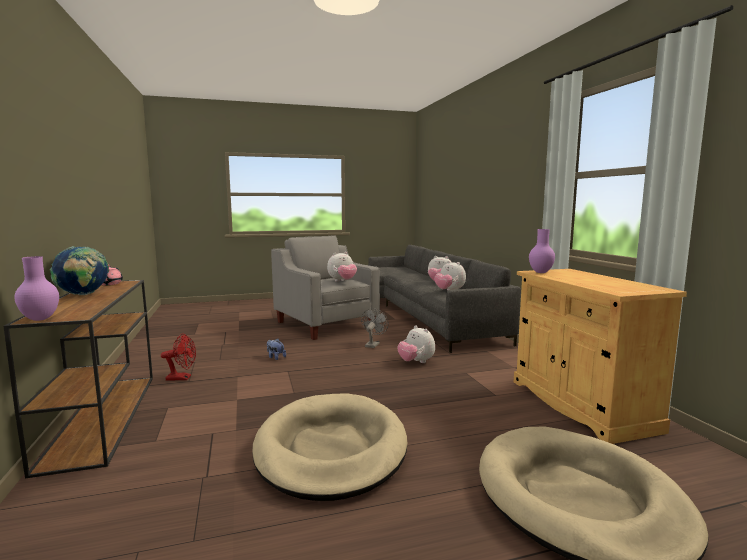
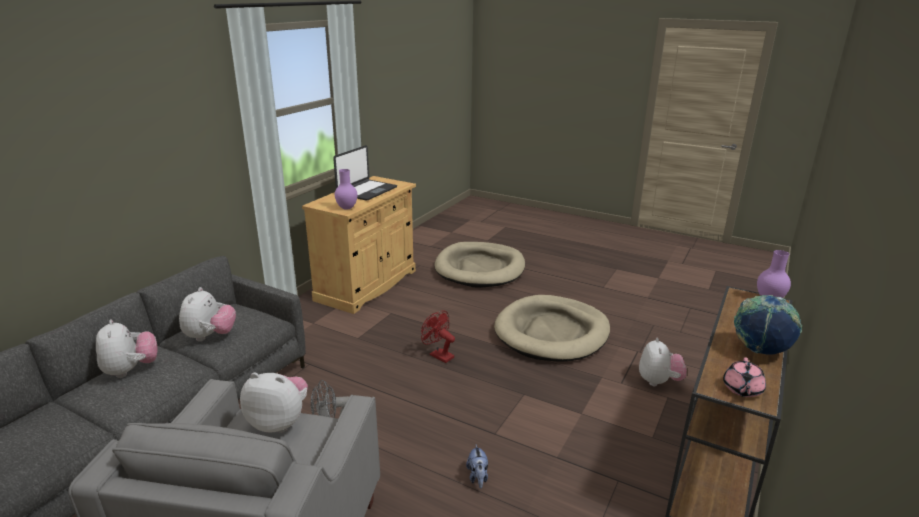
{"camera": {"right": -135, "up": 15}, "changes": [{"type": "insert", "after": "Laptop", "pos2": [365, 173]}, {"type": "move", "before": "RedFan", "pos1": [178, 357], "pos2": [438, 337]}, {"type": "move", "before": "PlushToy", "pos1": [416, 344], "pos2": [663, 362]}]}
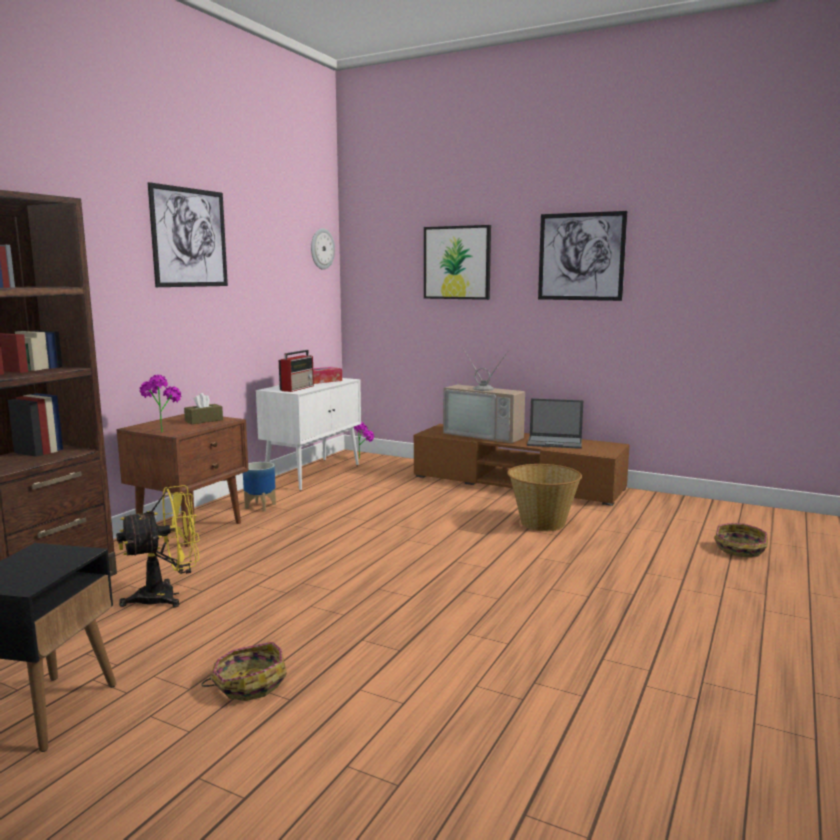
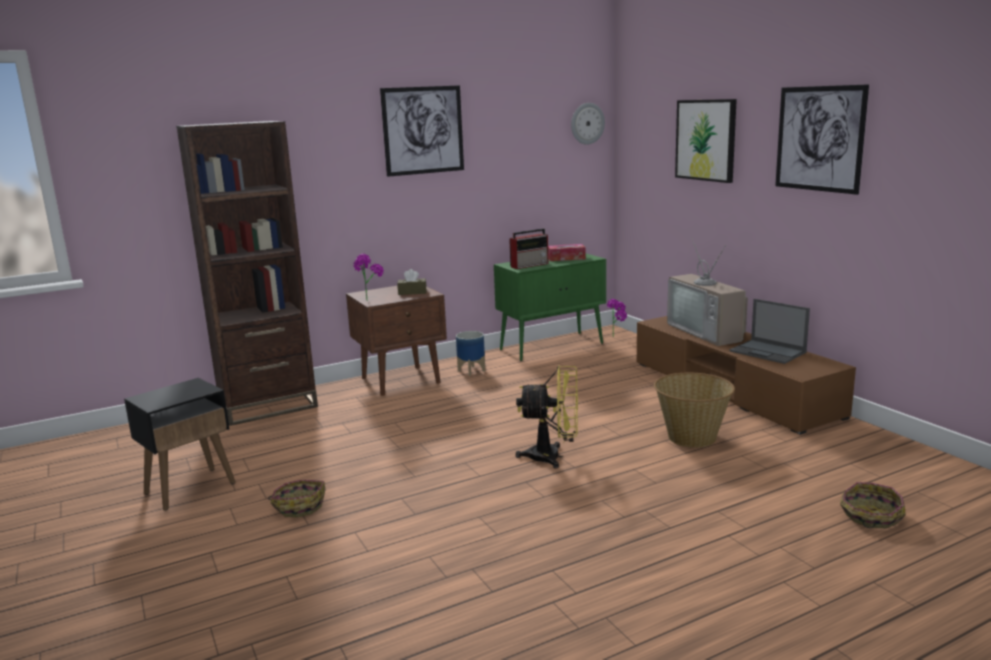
{"camera": {"right": 35, "up": 5}, "changes": [{"type": "move", "before": "YellowFan", "pos1": [158, 546], "pos2": [547, 417]}, {"type": "recolor", "before": "WhiteCabinet", "after": "GreenCabinet", "pos1": [308, 434], "pos2": [550, 307]}]}
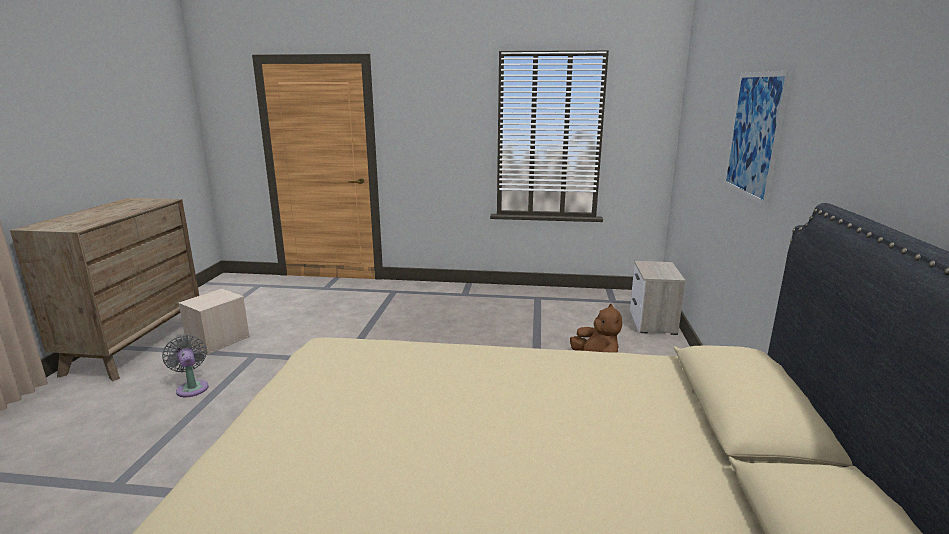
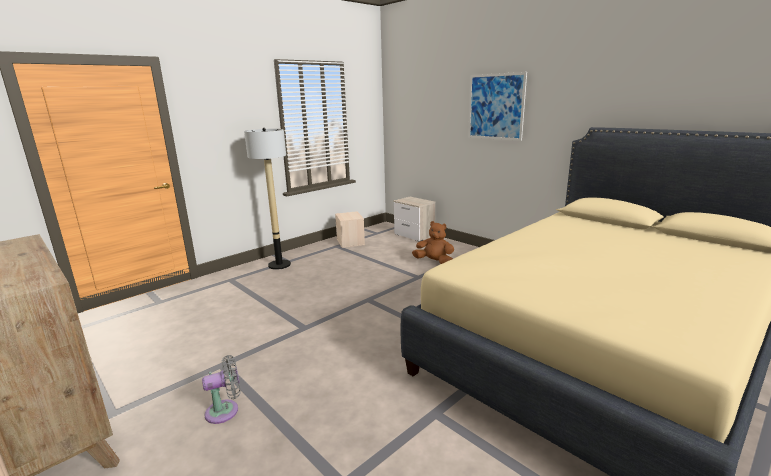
{"camera": {"right": -50, "up": 0}, "changes": [{"type": "insert", "after": "FloorLamp", "pos2": [267, 199]}, {"type": "move", "before": "BeigeStorageBox", "pos1": [214, 321], "pos2": [350, 229]}, {"type": "rotate", "before": "GreyFan", "pos1": [185, 366], "pos2": [221, 389], "turn": 150}]}
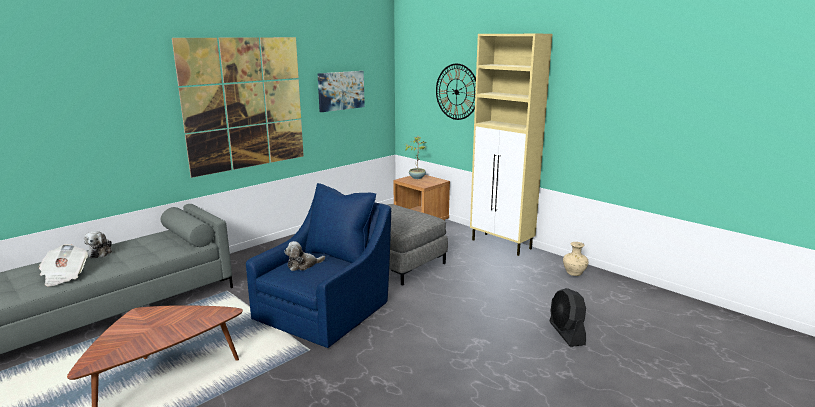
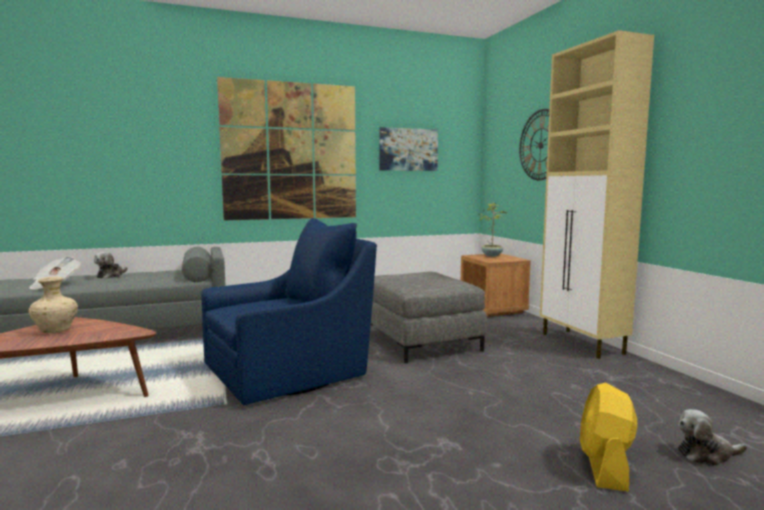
{"camera": {"right": 25, "up": -10}, "changes": [{"type": "move", "before": "PlushToy", "pos1": [304, 256], "pos2": [712, 437]}, {"type": "move", "before": "BeigeVase", "pos1": [576, 259], "pos2": [53, 305]}, {"type": "recolor", "before": "BlackFan", "after": "YellowFan", "pos1": [567, 317], "pos2": [608, 437]}]}
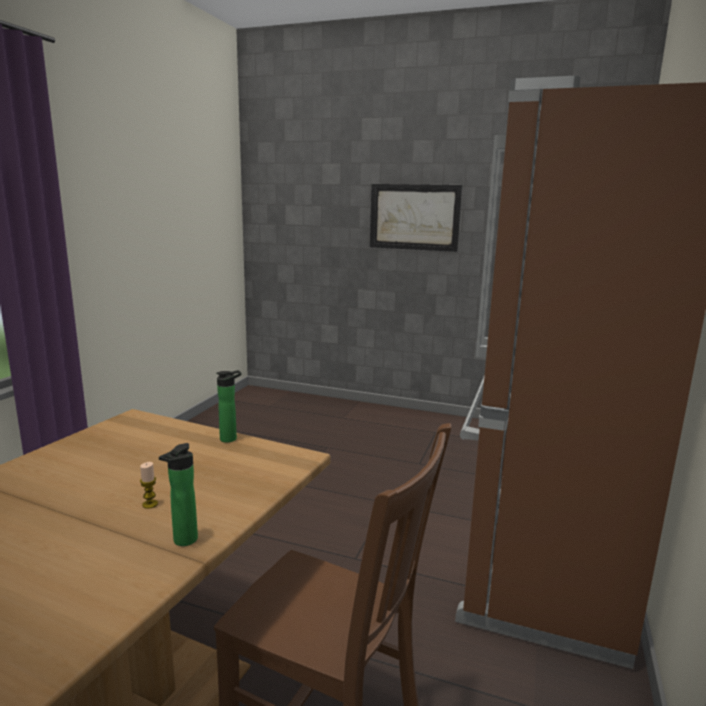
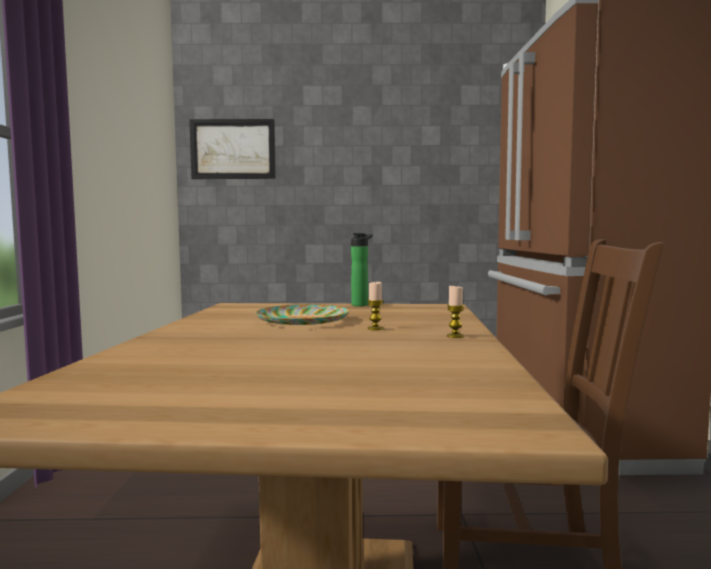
{"camera": {"right": -20, "up": -10}, "changes": [{"type": "insert", "after": "Plate", "pos2": [302, 315]}, {"type": "move", "before": "Picture", "pos1": [416, 218], "pos2": [232, 149]}, {"type": "replace", "before": "Bottle", "after": "Candle", "pos1": [178, 494], "pos2": [455, 312]}]}
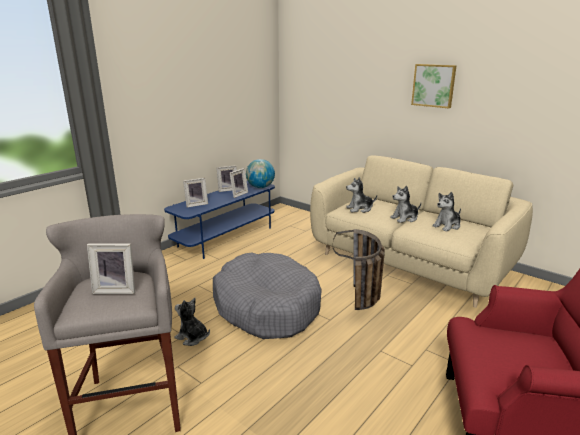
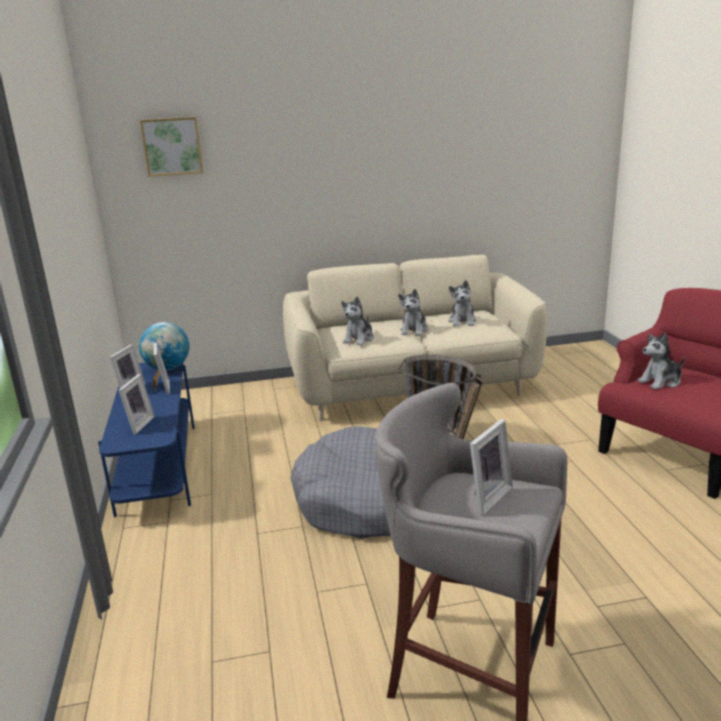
{"camera": {"right": -50, "up": 0}, "changes": [{"type": "move", "before": "PlushToy", "pos1": [192, 322], "pos2": [661, 361]}, {"type": "move", "before": "Picture", "pos1": [434, 86], "pos2": [171, 147]}]}
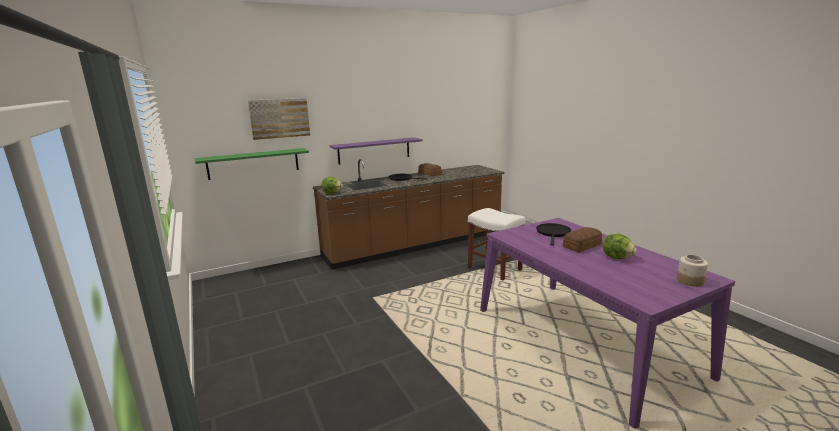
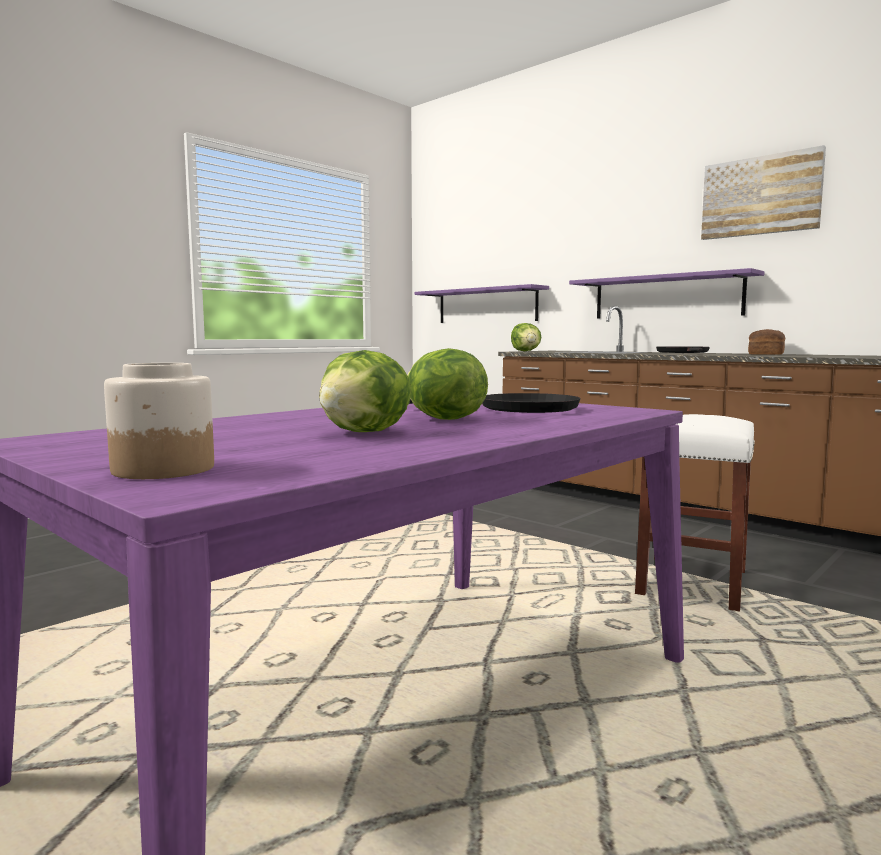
{"camera": {"right": 70, "up": -10}, "changes": [{"type": "move", "before": "Picture", "pos1": [279, 119], "pos2": [763, 192]}, {"type": "replace", "before": "Bread", "after": "Lettuce", "pos1": [582, 239], "pos2": [447, 384]}, {"type": "recolor", "before": "GreenShelf", "after": "PurpleShelf", "pos1": [252, 164], "pos2": [482, 303]}]}
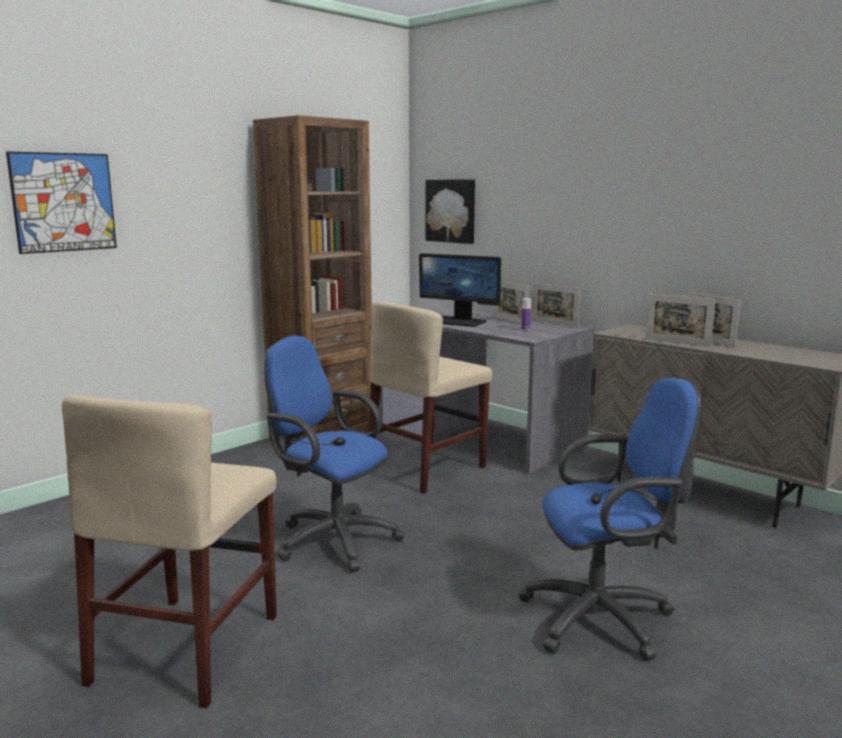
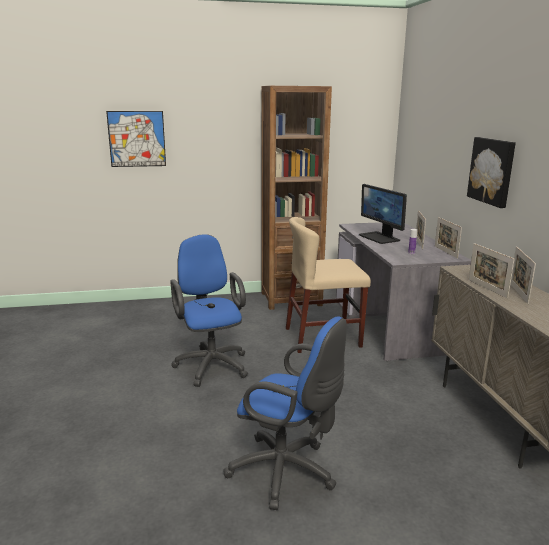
{"camera": {"right": 35, "up": 5}, "changes": [{"type": "delete", "before": "BeigeChair", "pos1": [169, 551]}, {"type": "move", "before": "Picture", "pos1": [450, 212], "pos2": [491, 172]}]}
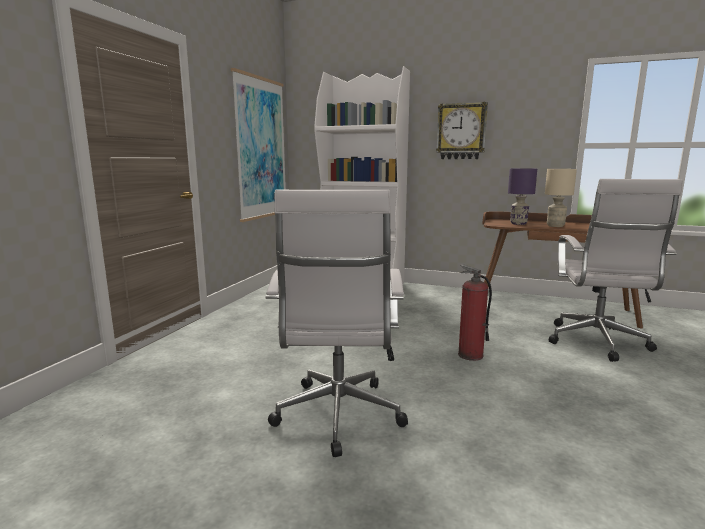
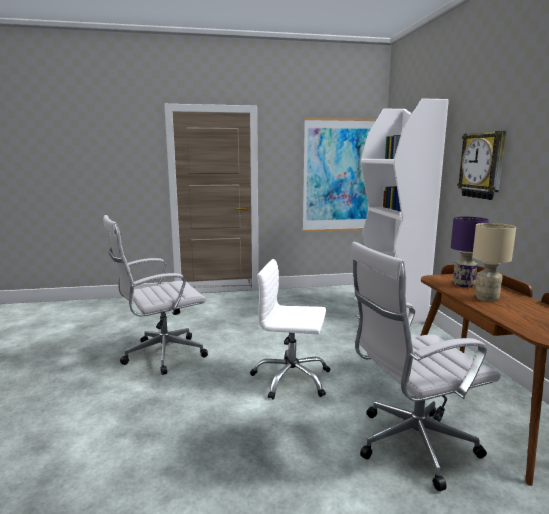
{"camera": {"right": 60, "up": 0}, "changes": [{"type": "replace", "before": "FireExtinguisher", "after": "WhiteOfficeChair", "pos1": [475, 312], "pos2": [290, 329]}]}
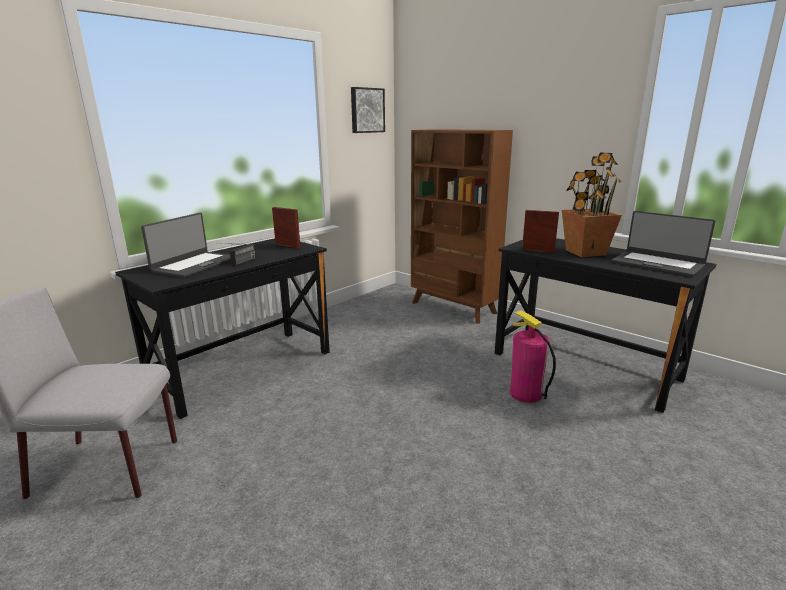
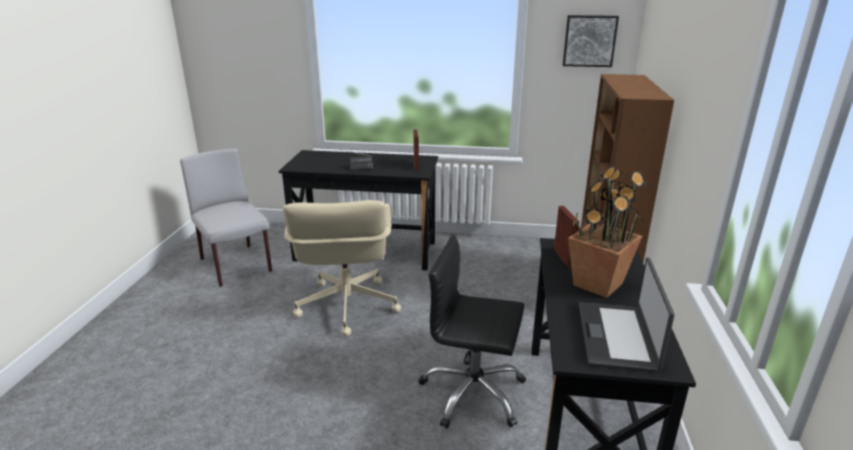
{"camera": {"right": 55, "up": 5}, "changes": [{"type": "delete", "before": "Laptop", "pos1": [186, 245]}, {"type": "insert", "after": "BeigeOfficeChair", "pos2": [342, 268]}, {"type": "replace", "before": "FireExtinguisher", "after": "BlackOfficeChair", "pos1": [533, 356], "pos2": [472, 332]}]}
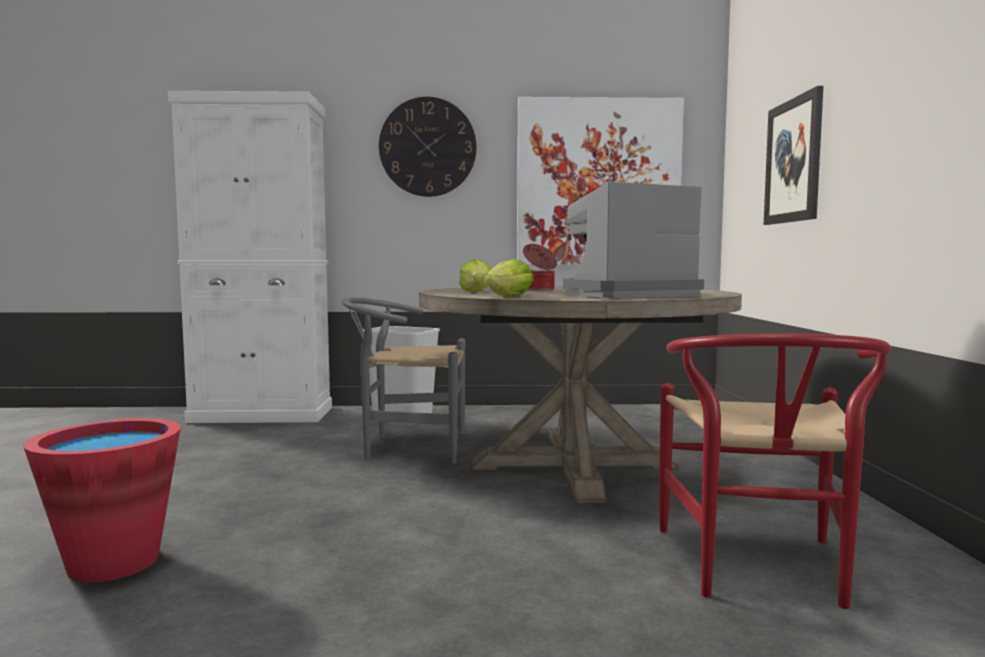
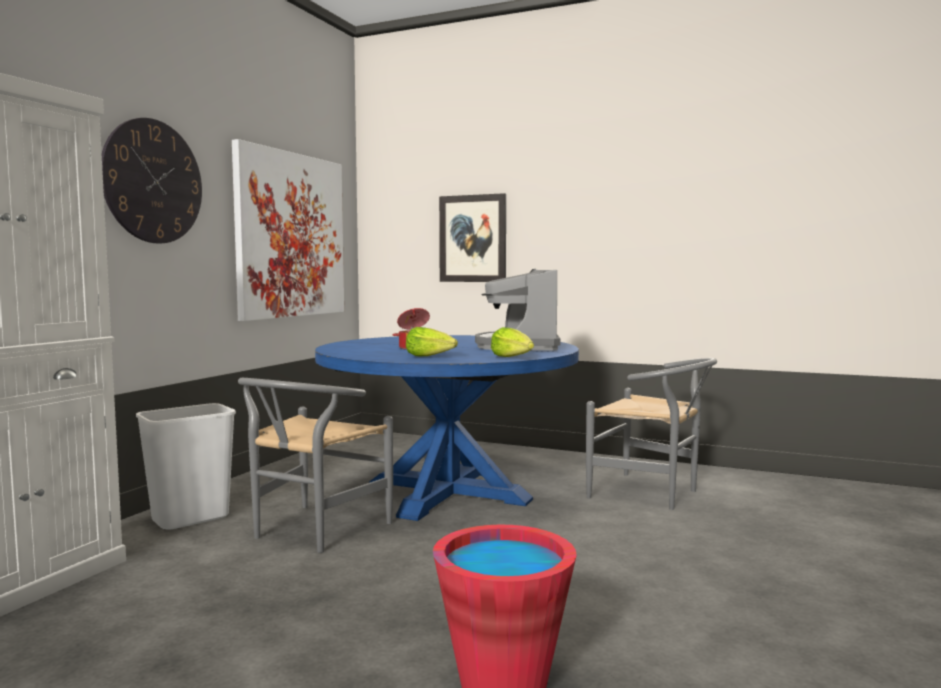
{"camera": {"right": -65, "up": 0}, "changes": [{"type": "recolor", "before": "BeigeDiningTable", "after": "BlueDiningTable", "pos1": [580, 395], "pos2": [447, 428]}, {"type": "recolor", "before": "RedChair", "after": "GreyChair", "pos1": [775, 471], "pos2": [651, 434]}]}
